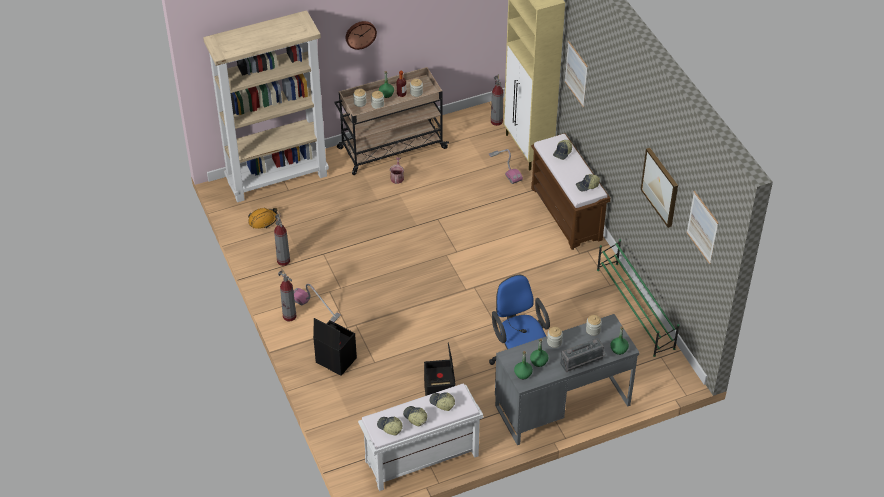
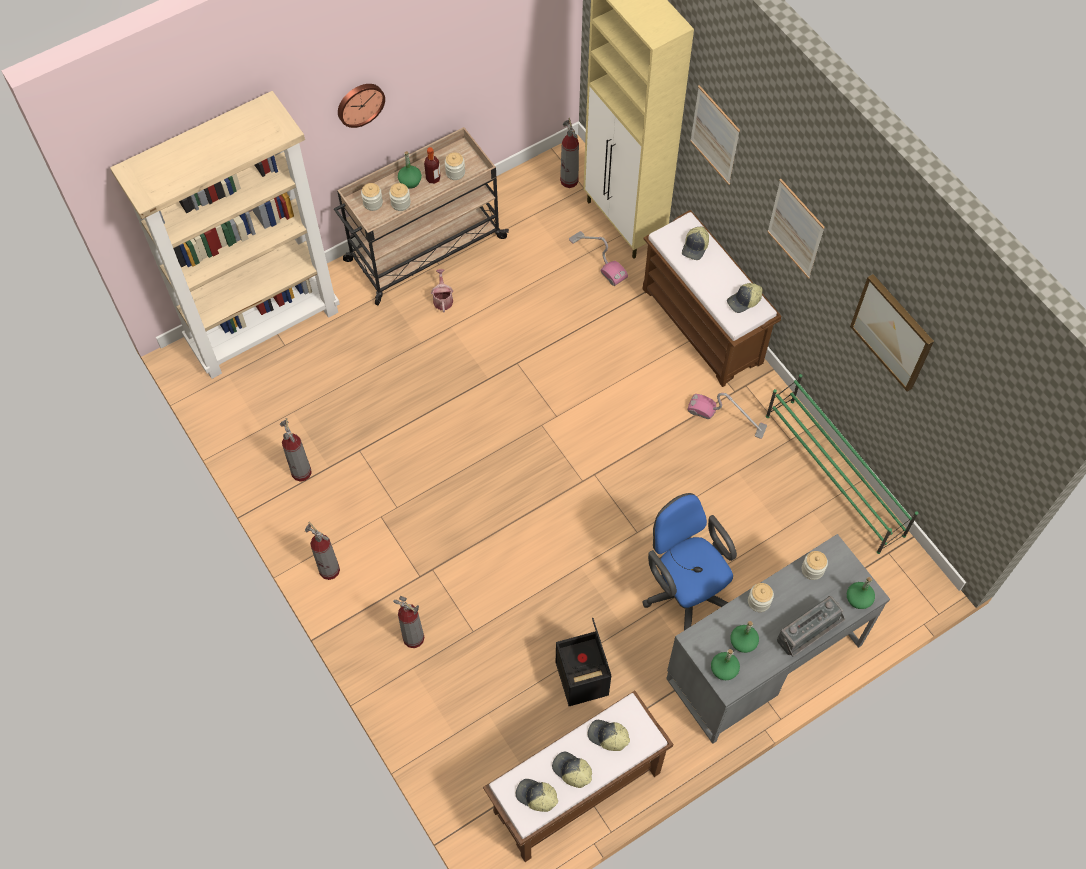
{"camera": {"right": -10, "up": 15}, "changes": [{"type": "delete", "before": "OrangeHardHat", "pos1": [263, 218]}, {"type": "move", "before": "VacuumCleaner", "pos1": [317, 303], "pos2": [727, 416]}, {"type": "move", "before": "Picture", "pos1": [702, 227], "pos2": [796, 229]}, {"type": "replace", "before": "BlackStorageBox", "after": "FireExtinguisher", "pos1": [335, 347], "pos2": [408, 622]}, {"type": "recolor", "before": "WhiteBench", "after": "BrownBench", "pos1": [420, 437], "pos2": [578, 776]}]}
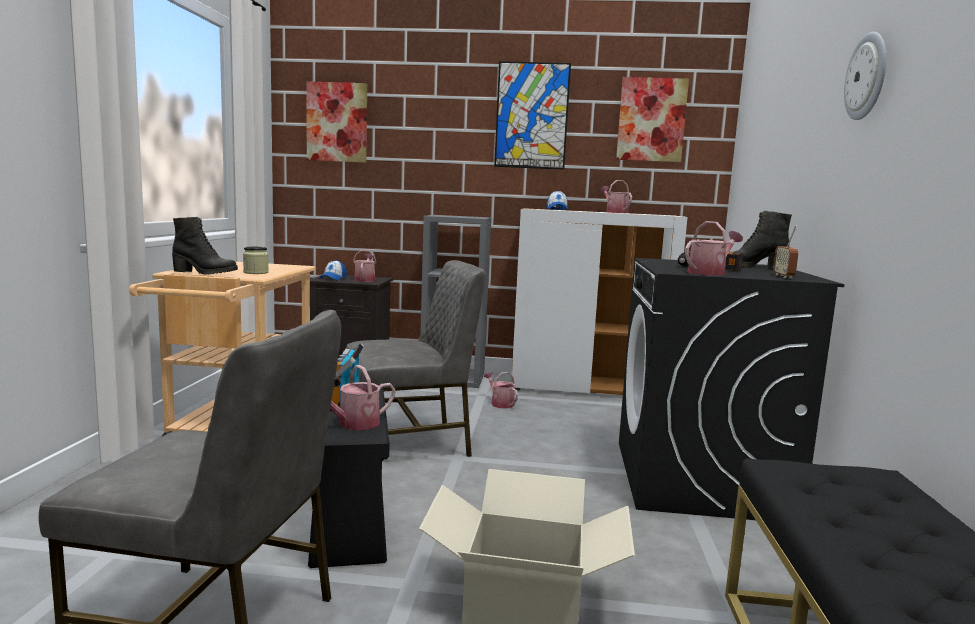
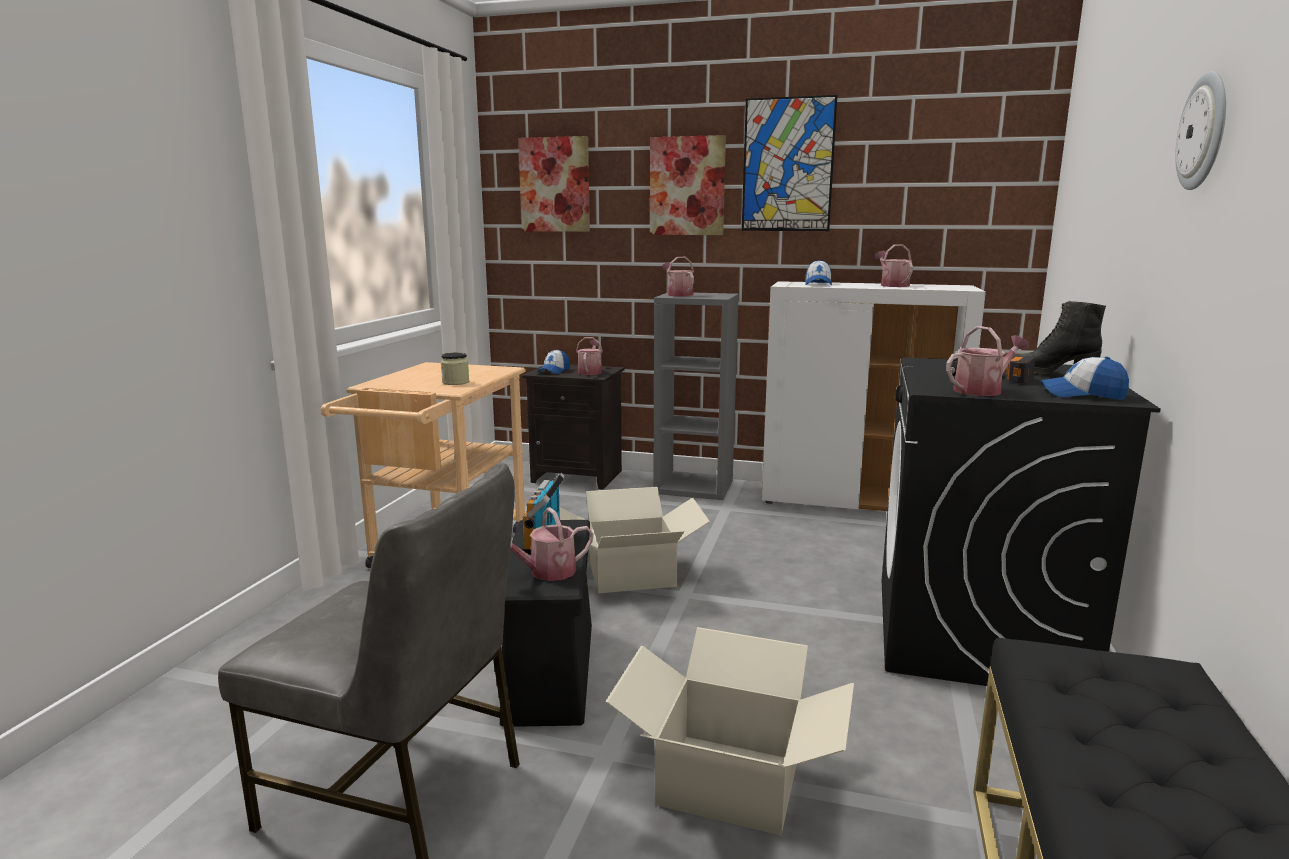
{"camera": {"right": 10, "up": 5}, "changes": [{"type": "delete", "before": "BlackBoot", "pos1": [205, 246]}, {"type": "move", "before": "WateringCan", "pos1": [501, 390], "pos2": [678, 276]}, {"type": "move", "before": "Picture", "pos1": [652, 119], "pos2": [688, 185]}, {"type": "replace", "before": "GreyChair", "after": "CardboardBox", "pos1": [416, 358], "pos2": [635, 540]}, {"type": "replace", "before": "Radio", "after": "Cap", "pos1": [786, 252], "pos2": [1085, 378]}]}
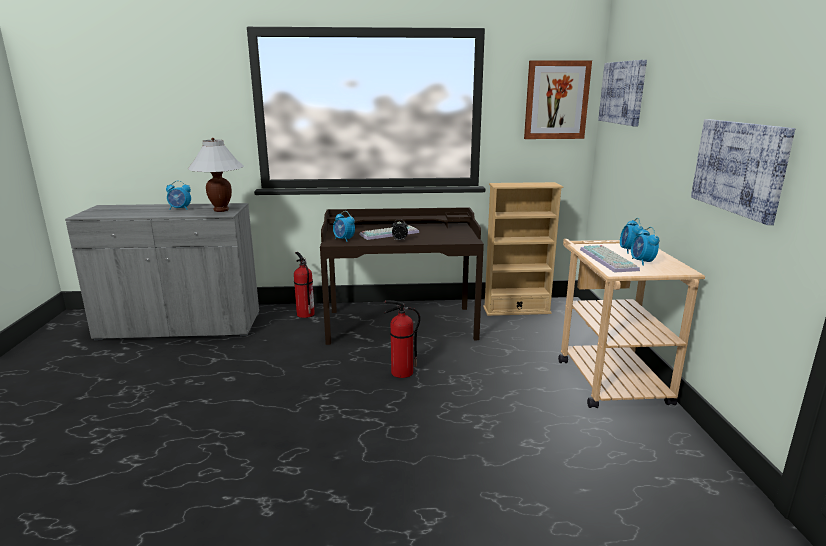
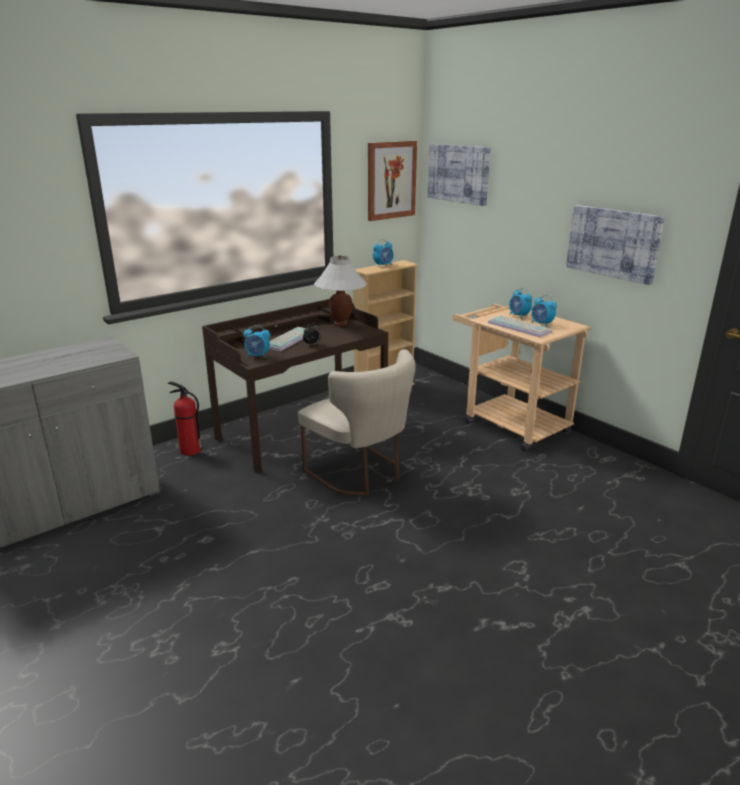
{"camera": {"right": -35, "up": 5}, "changes": [{"type": "move", "before": "AlarmClock", "pos1": [178, 195], "pos2": [383, 253]}, {"type": "move", "before": "WhiteTableLamp", "pos1": [215, 175], "pos2": [340, 291]}, {"type": "replace", "before": "FireExtinguisher", "after": "BeigeChair", "pos1": [402, 339], "pos2": [357, 423]}]}
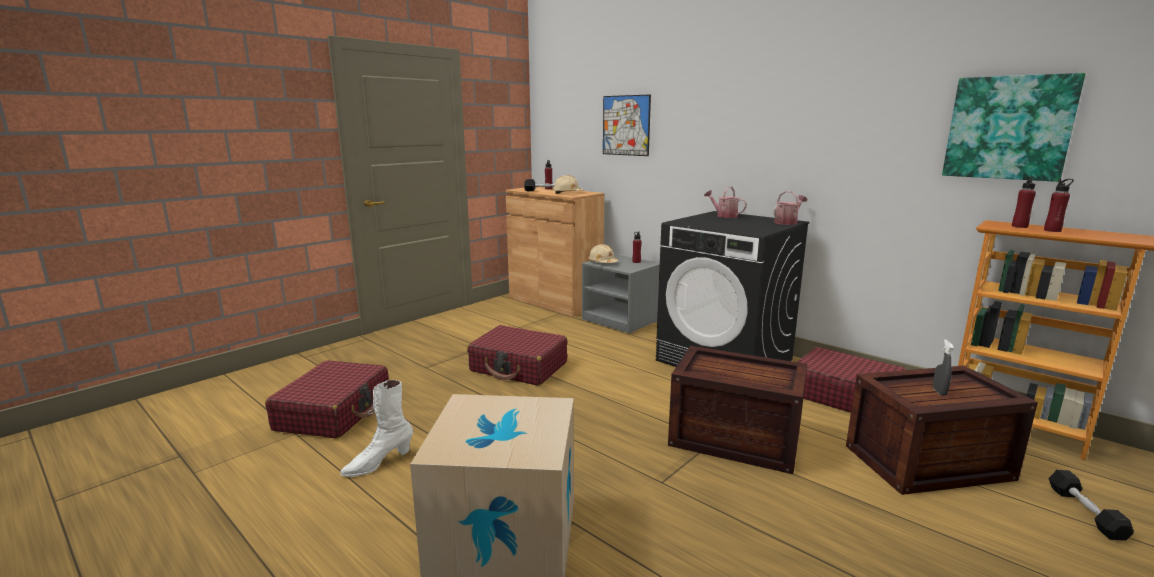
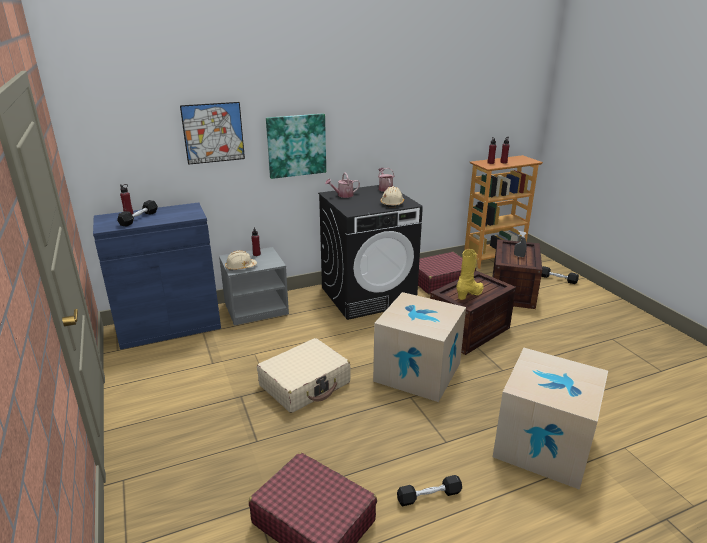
{"camera": {"right": -65, "up": 10}, "changes": [{"type": "insert", "after": "CardboardBox", "pos2": [419, 347]}, {"type": "insert", "after": "YellowBoot", "pos2": [470, 274]}, {"type": "move", "before": "BeigeHardHat", "pos1": [568, 184], "pos2": [392, 197]}, {"type": "move", "before": "Picture", "pos1": [1013, 127], "pos2": [296, 146]}, {"type": "replace", "before": "WhiteBoot", "after": "BlackDumbbell", "pos1": [376, 428], "pos2": [429, 490]}, {"type": "recolor", "before": "RedSuitcase", "after": "BeigeSuitcase", "pos1": [517, 355], "pos2": [304, 375]}, {"type": "recolor", "before": "BrownCabinet", "after": "BlueCabinet", "pos1": [555, 252], "pos2": [157, 276]}]}
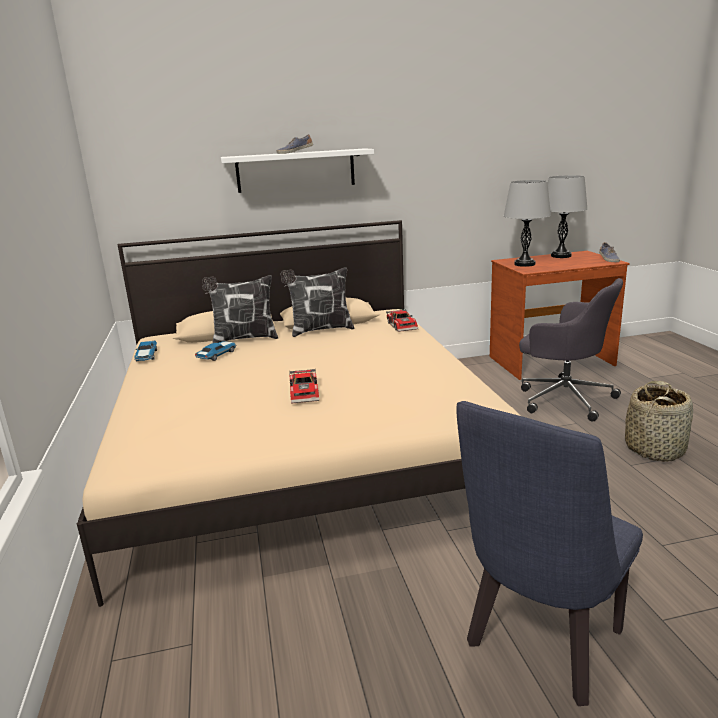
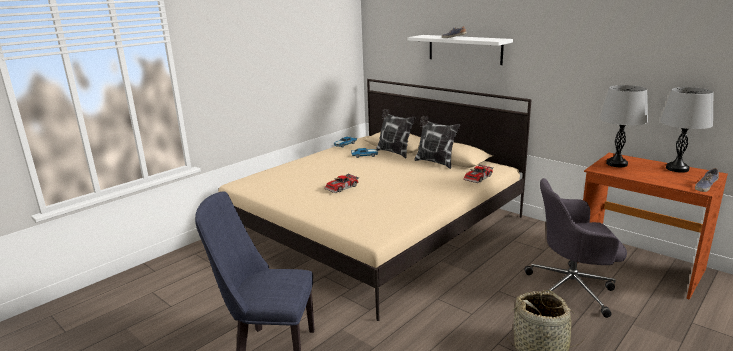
{"camera": {"right": 55, "up": 0}, "changes": [{"type": "rotate", "before": "GreyOfficeChair", "pos1": [571, 350], "pos2": [576, 248], "turn": 90}]}
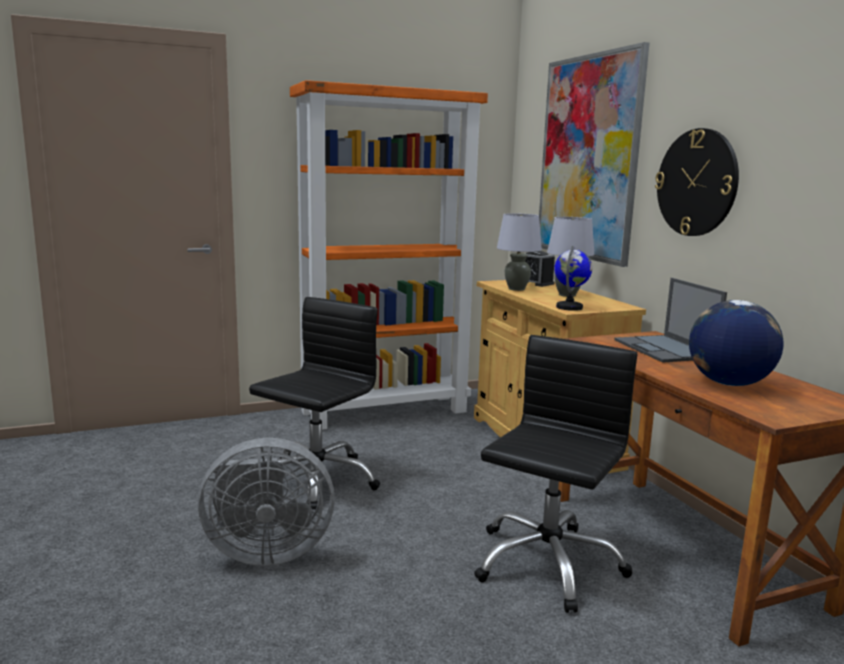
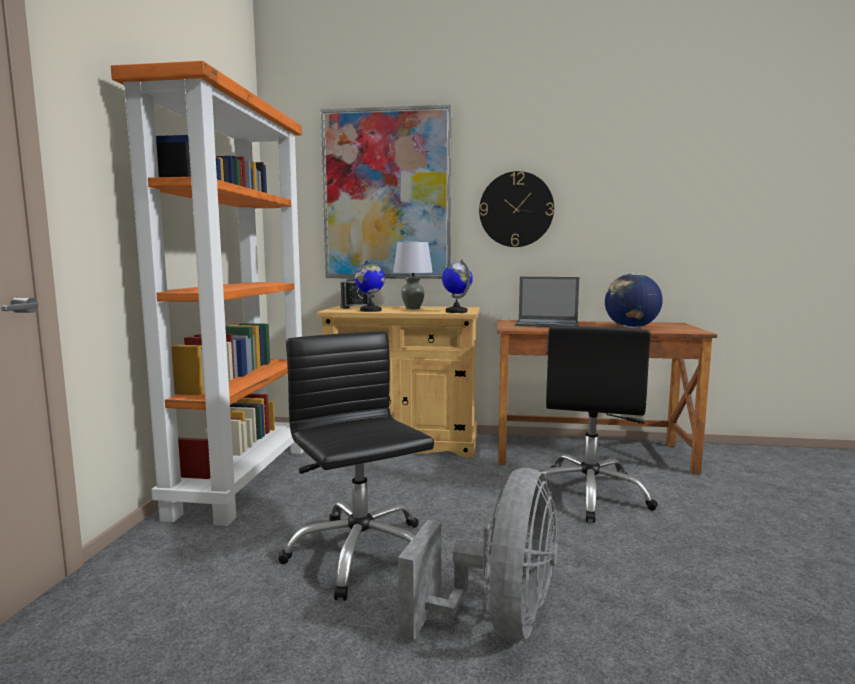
{"camera": {"right": -60, "up": -5}, "changes": [{"type": "replace", "before": "GreyTableLamp", "after": "Globe", "pos1": [519, 252], "pos2": [370, 285]}, {"type": "rotate", "before": "BlackOfficeChair", "pos1": [555, 474], "pos2": [600, 424], "turn": -135}]}
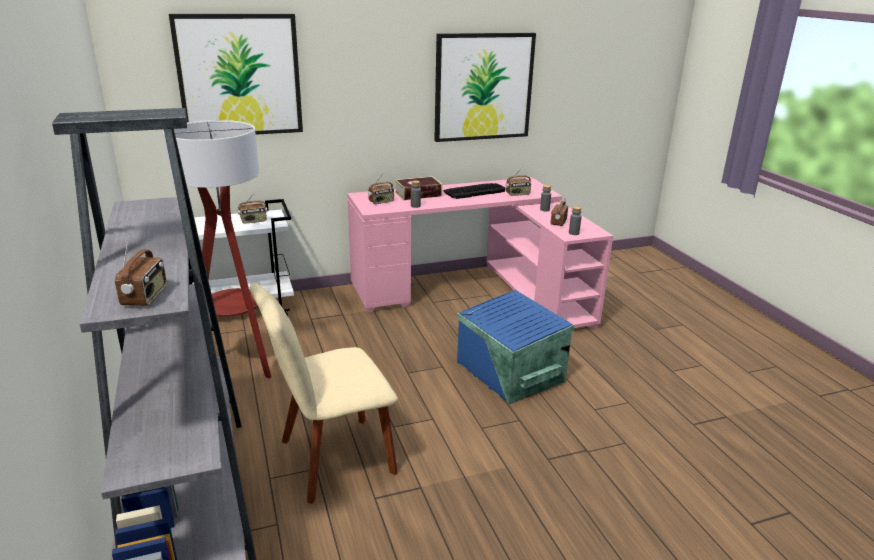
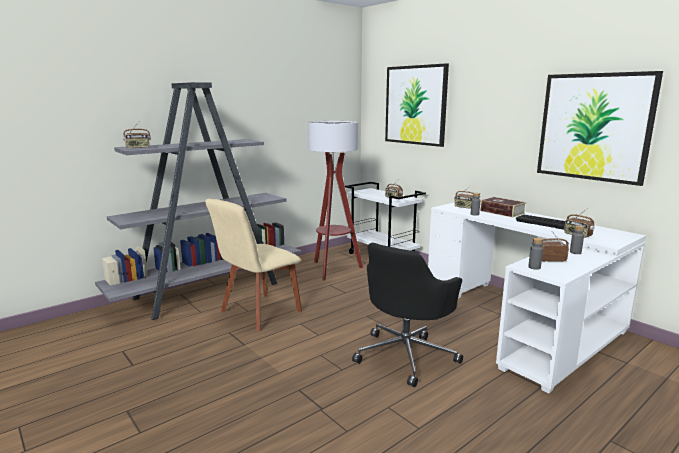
{"camera": {"right": 70, "up": -10}, "changes": [{"type": "replace", "before": "BlueStorageBox", "after": "BlackOfficeChair", "pos1": [515, 347], "pos2": [407, 315]}, {"type": "recolor", "before": "PinkDesk", "after": "WhiteDesk", "pos1": [480, 253], "pos2": [537, 298]}, {"type": "rotate", "before": "BeigeChair", "pos1": [324, 393], "pos2": [253, 264], "turn": -90}]}
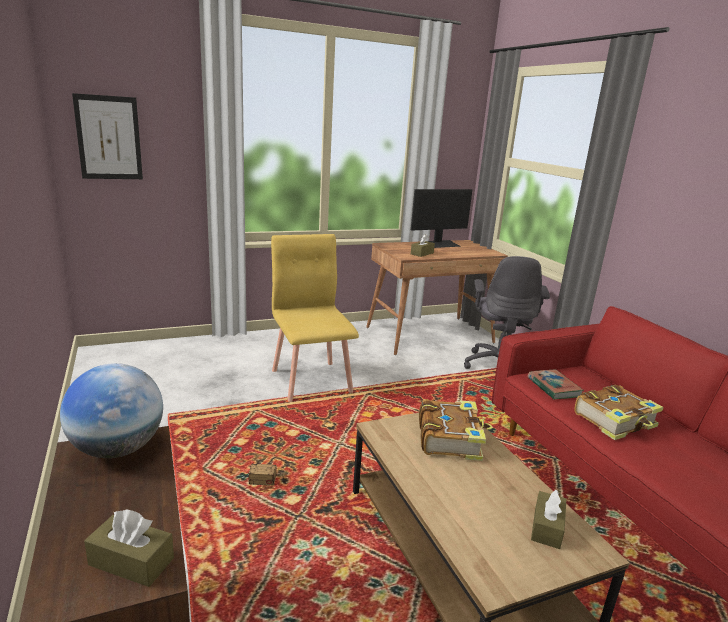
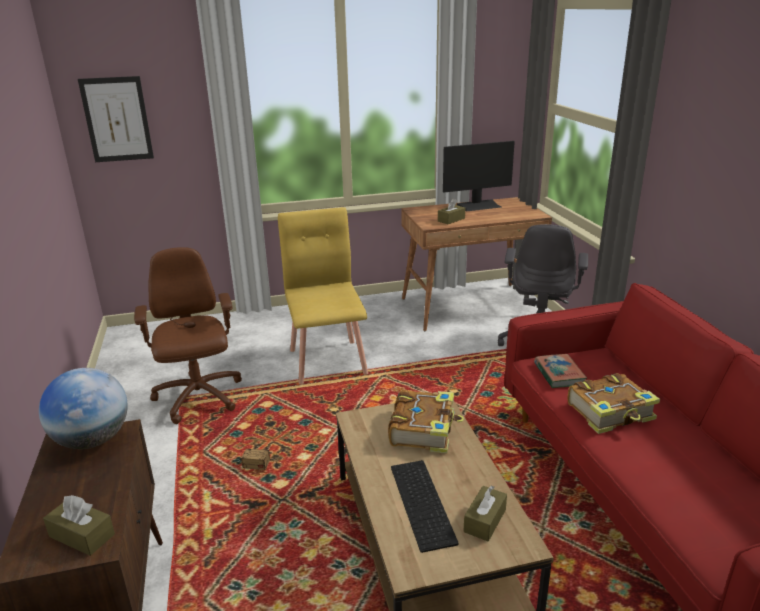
{"camera": {"right": 10, "up": 5}, "changes": [{"type": "insert", "after": "BrownOfficeChair", "pos2": [188, 335]}, {"type": "insert", "after": "Keyboard", "pos2": [424, 506]}]}
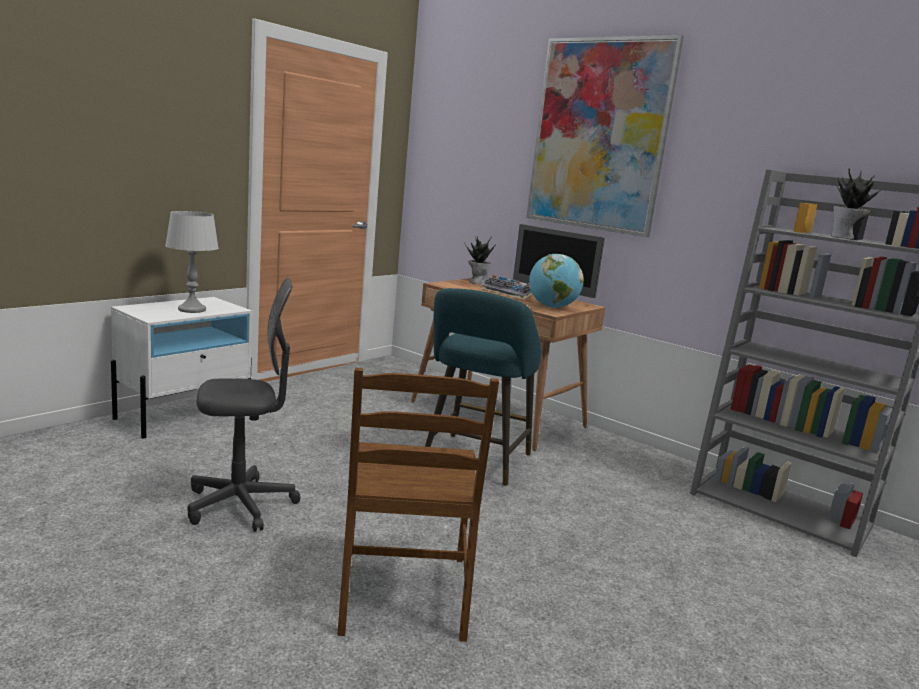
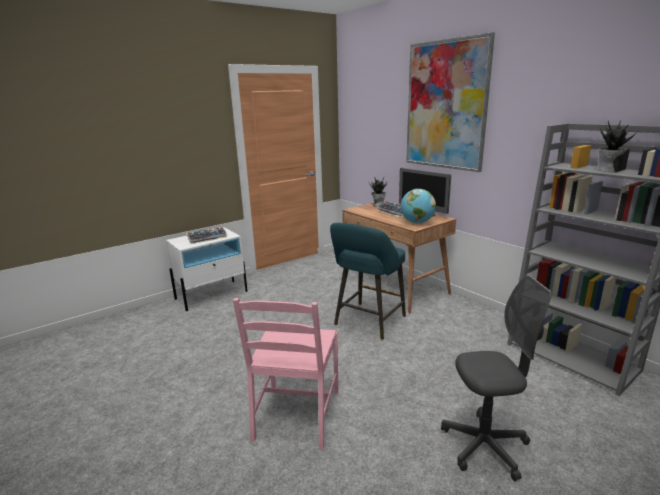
{"camera": {"right": 15, "up": 5}, "changes": [{"type": "move", "before": "GreyOfficeChair", "pos1": [244, 405], "pos2": [496, 378]}, {"type": "replace", "before": "GreyTableLamp", "after": "Keyboard", "pos1": [192, 262], "pos2": [206, 235]}, {"type": "recolor", "before": "BrownChair", "after": "PinkChair", "pos1": [418, 505], "pos2": [286, 373]}]}
